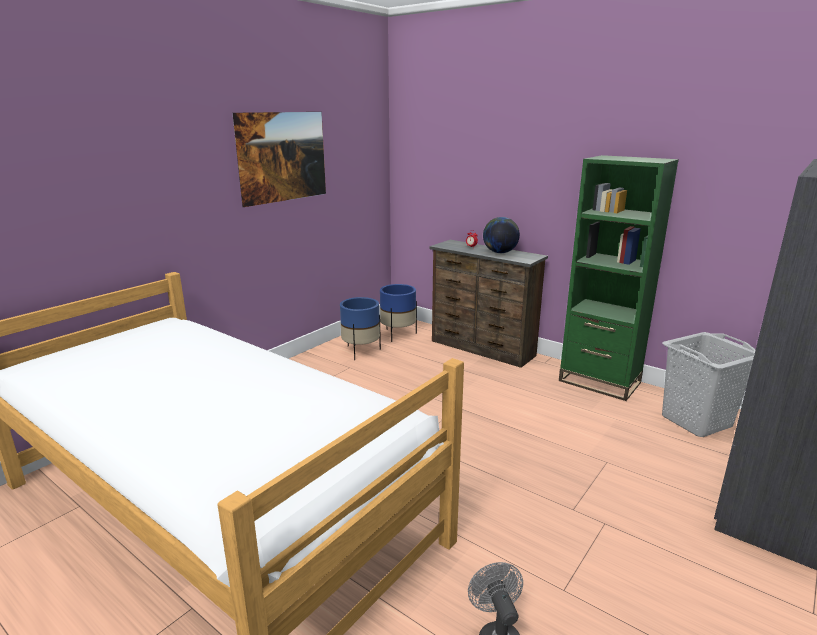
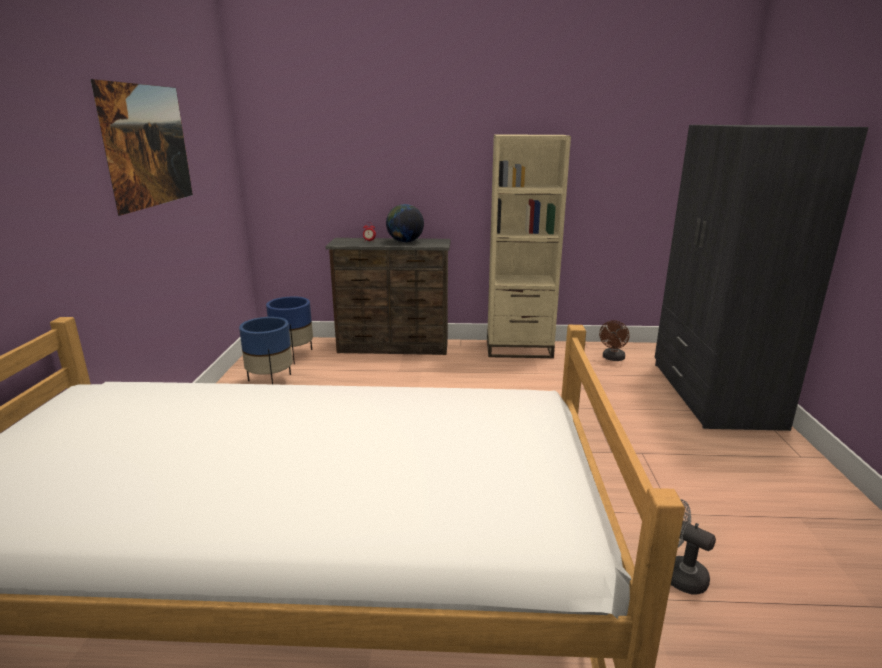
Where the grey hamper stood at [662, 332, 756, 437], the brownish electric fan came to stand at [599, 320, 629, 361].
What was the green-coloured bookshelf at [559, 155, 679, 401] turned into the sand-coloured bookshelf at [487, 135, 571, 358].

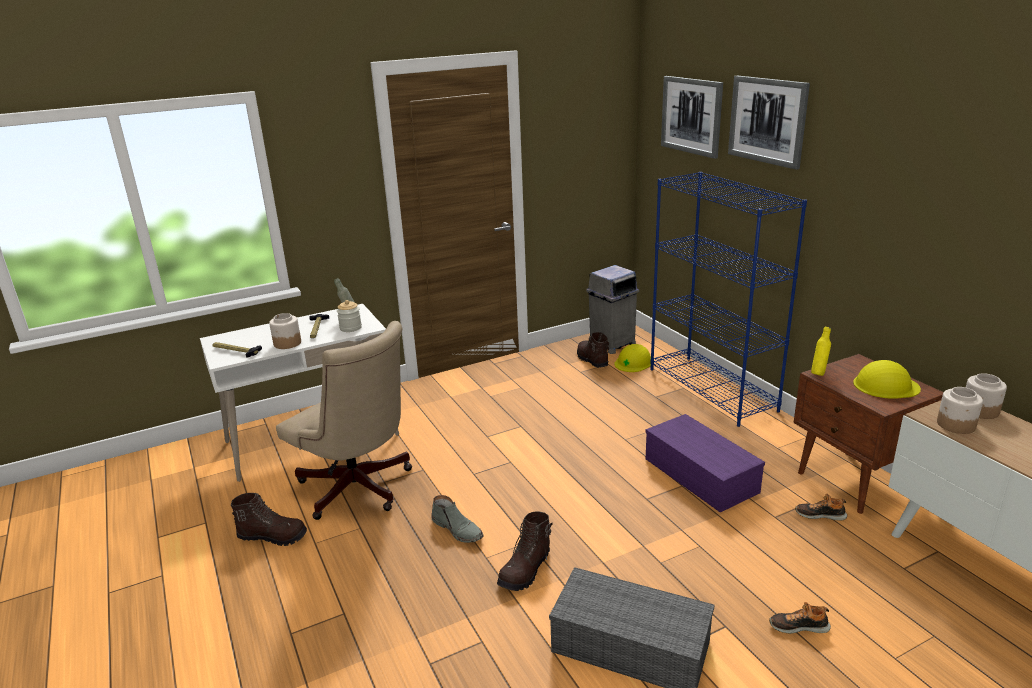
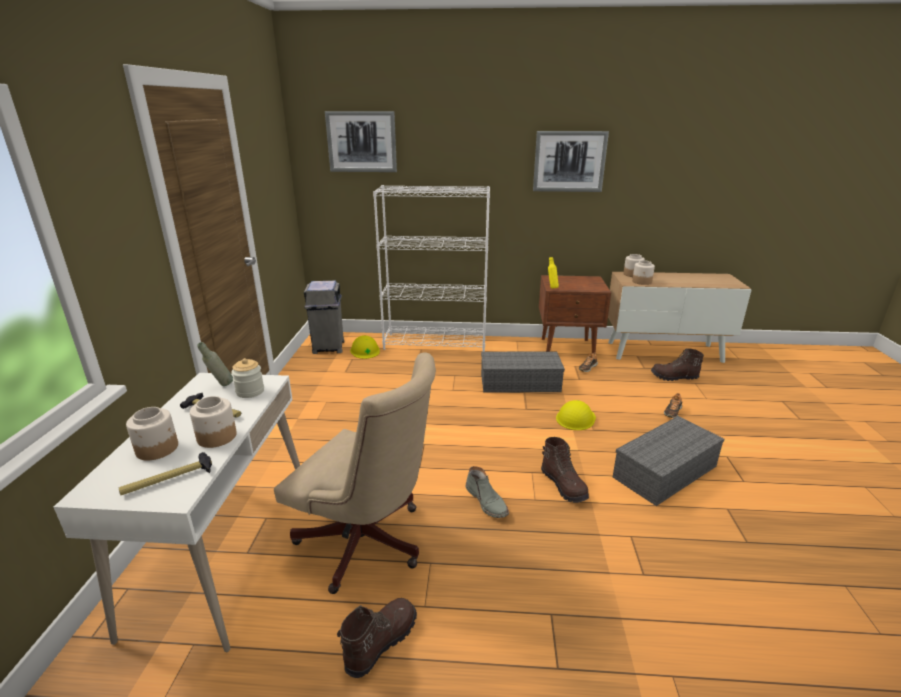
The second view gained the jar at [126, 407, 178, 460].
The brownish tall boot ended up elsewhere, having gone from [577, 332, 609, 368] to [651, 348, 704, 381].
The wall art ended up elsewhere, having gone from [728, 76, 810, 170] to [533, 131, 609, 192].
The yellowish safety helmet ended up elsewhere, having gone from [853, 360, 921, 399] to [556, 400, 596, 430].
What was the purple storage container at [645, 414, 765, 512] turned into the grey storage container at [481, 352, 565, 392].
What was the bluish bookshelf at [650, 172, 807, 427] turned into the white-coloured bookshelf at [373, 185, 490, 352].
The sand-coloured office chair at [276, 321, 412, 520] ended up facing another way, 45 degrees clockwise from before.
The grey tall boot at [432, 495, 484, 543] ended up facing another way, 75 degrees clockwise from before.

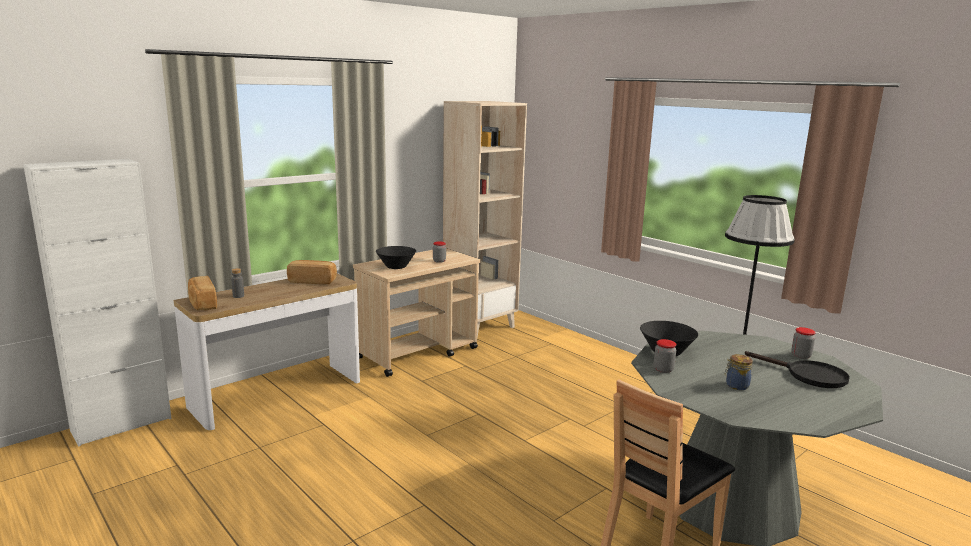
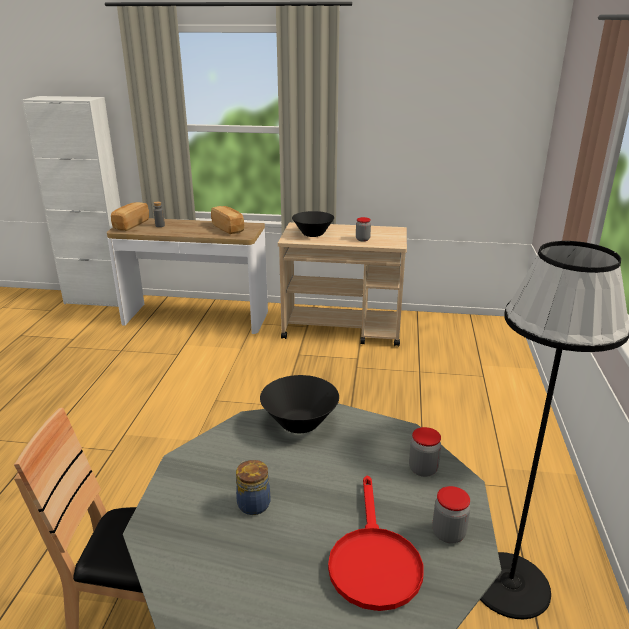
The second view lost the sand-coloured bookshelf at [443, 101, 527, 337].
The jar ended up elsewhere, having gone from [654, 339, 676, 373] to [409, 427, 441, 477].
What was the black pan at [745, 351, 850, 388] turned into the reddish pan at [328, 475, 423, 611].

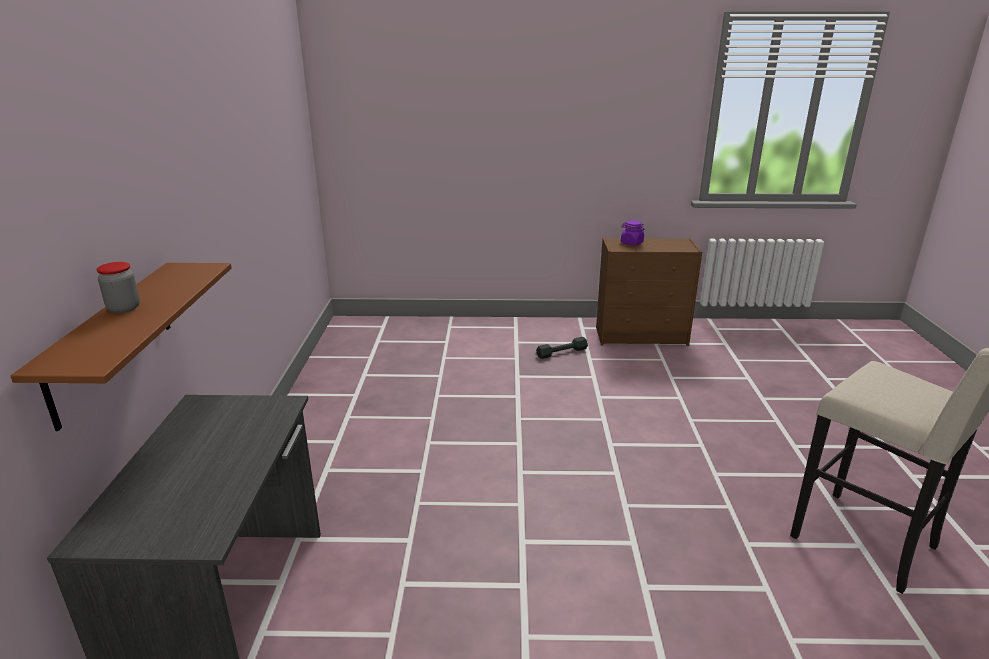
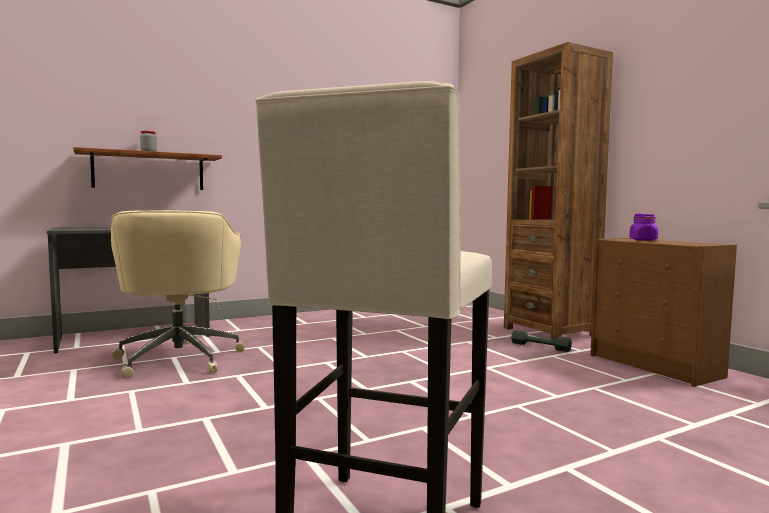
The second view gained the sand-coloured office chair at [110, 210, 245, 378].
The second view gained the brownish bookshelf at [504, 42, 613, 340].

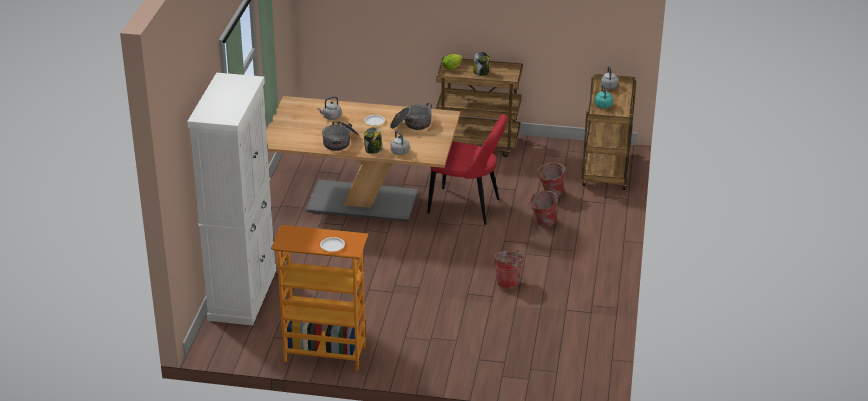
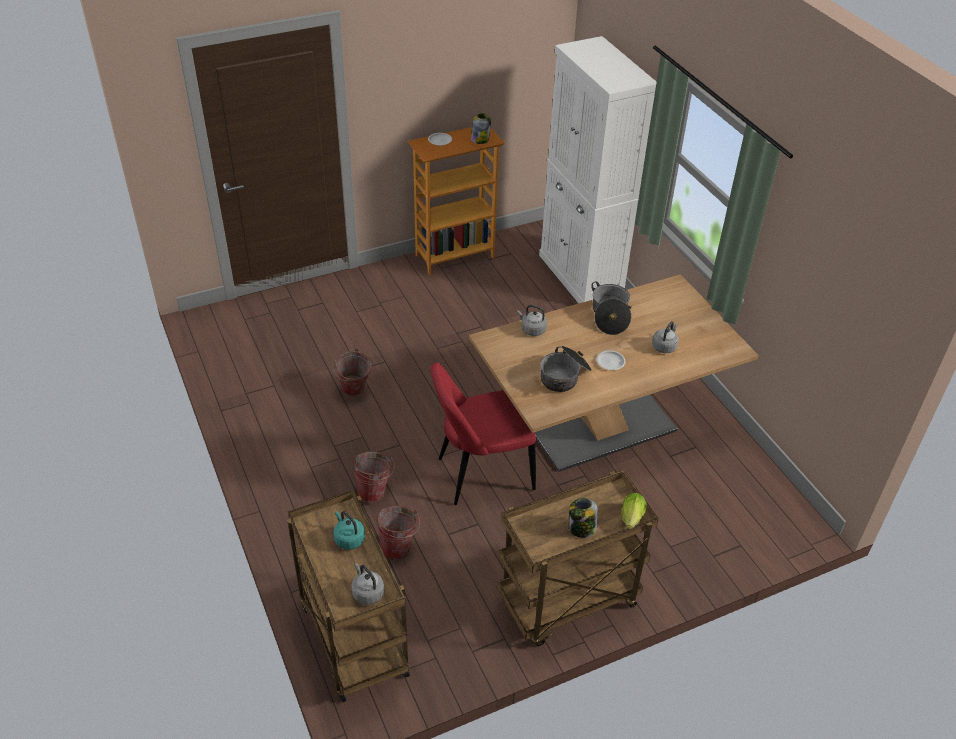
The jar ended up elsewhere, having gone from [364, 128, 383, 154] to [471, 113, 491, 144].

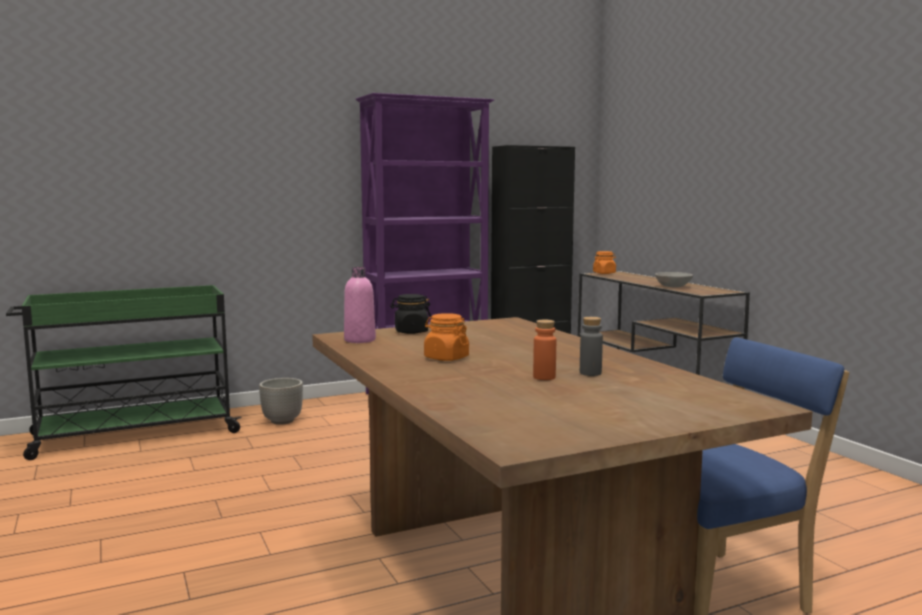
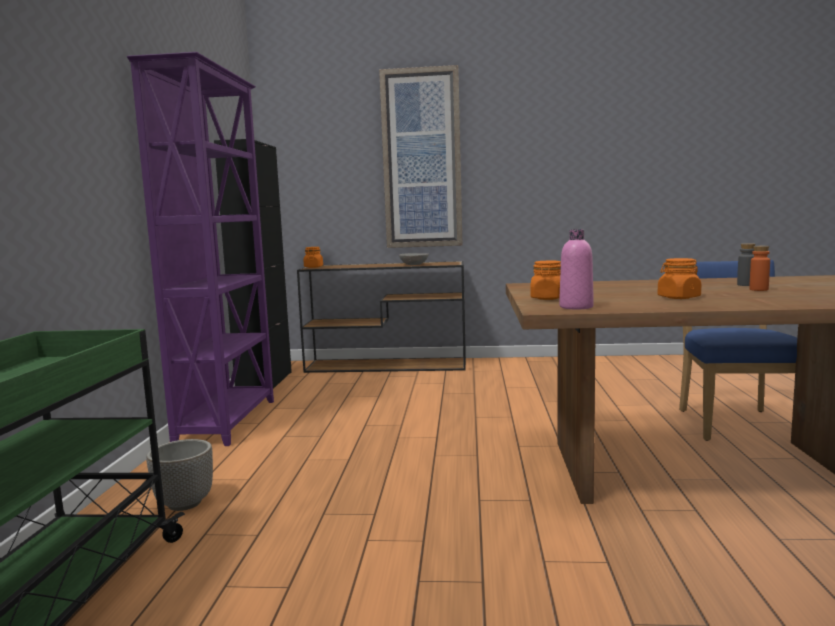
The second view gained the wall art at [379, 65, 463, 248].
What was the black jar at [390, 294, 431, 334] turned into the orange-coloured jar at [530, 261, 561, 300].

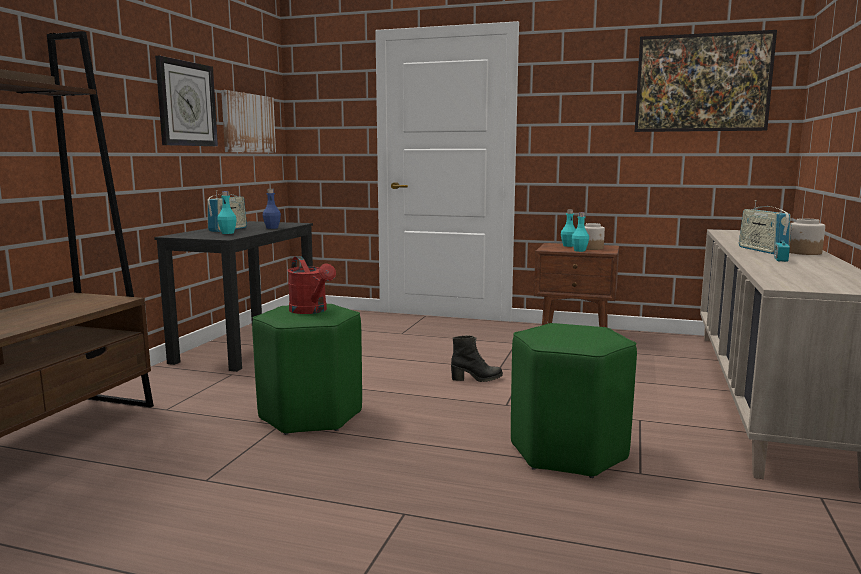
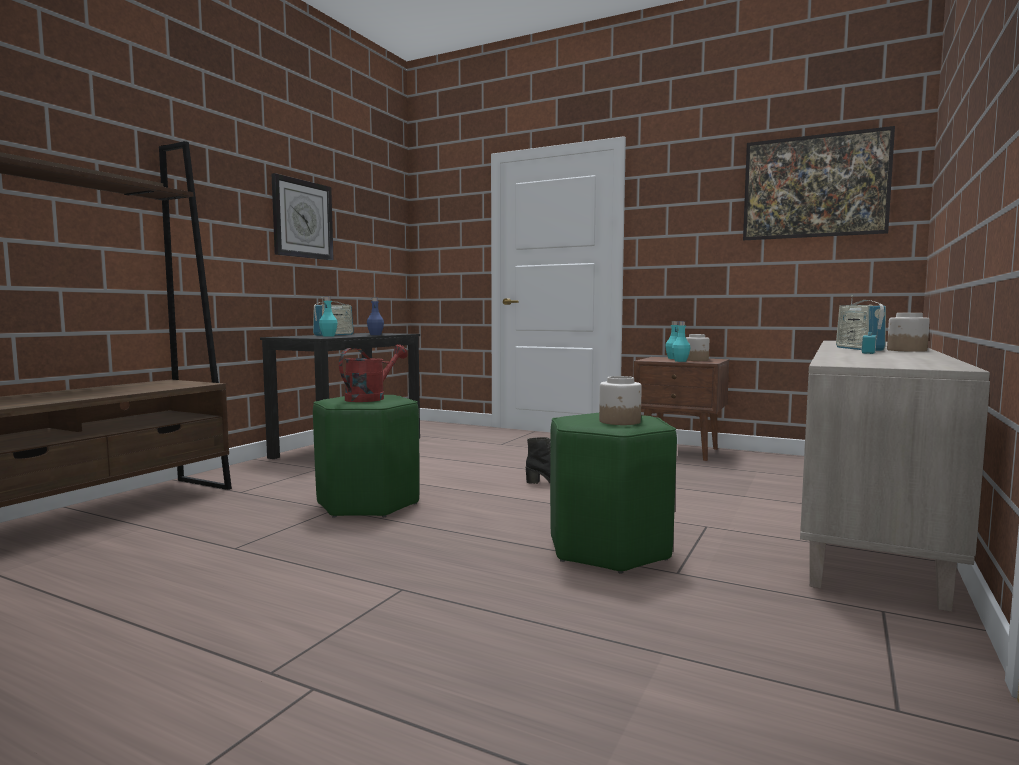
The second view lost the wall art at [221, 90, 276, 153].
The second view gained the jar at [599, 376, 642, 425].
The reddish watering pot at [288, 256, 336, 314] ended up facing another way, 120 degrees counterclockwise from before.

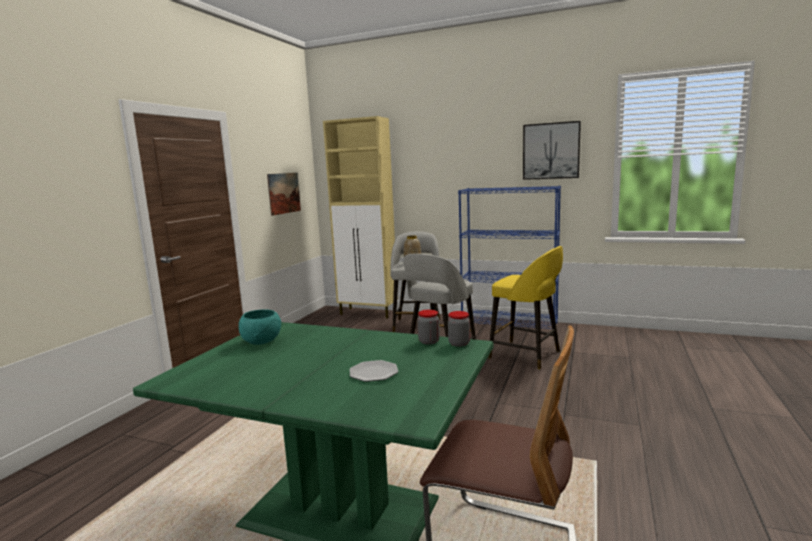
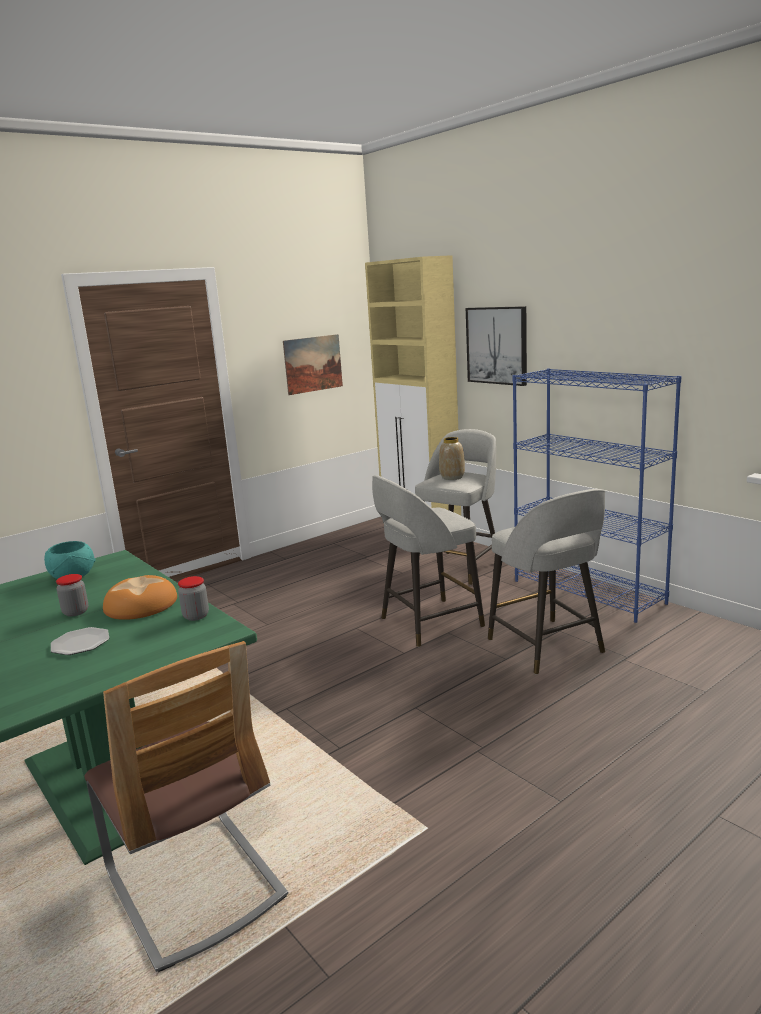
The second view gained the baked bread at [103, 575, 177, 620].
The jar ended up elsewhere, having gone from [448, 311, 470, 347] to [56, 574, 88, 617].
The wall art ended up elsewhere, having gone from [523, 121, 581, 180] to [466, 306, 527, 386].
What was the yellowish stool seat at [488, 246, 563, 369] turned into the grey stool seat at [488, 489, 605, 674].

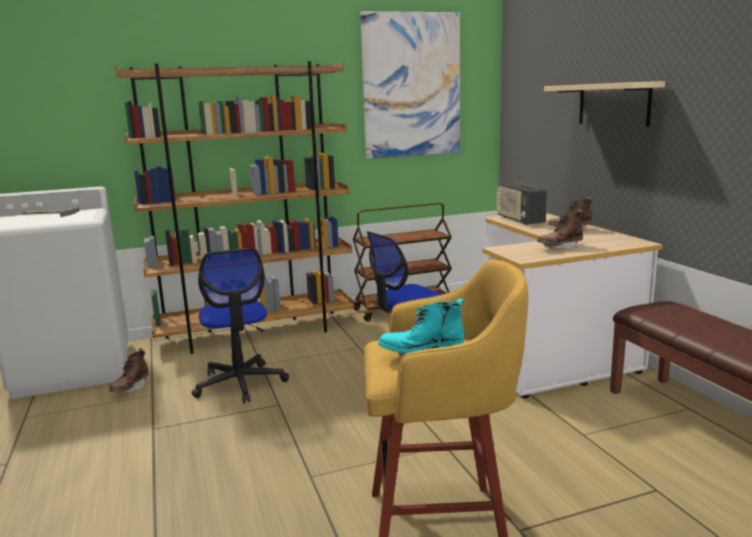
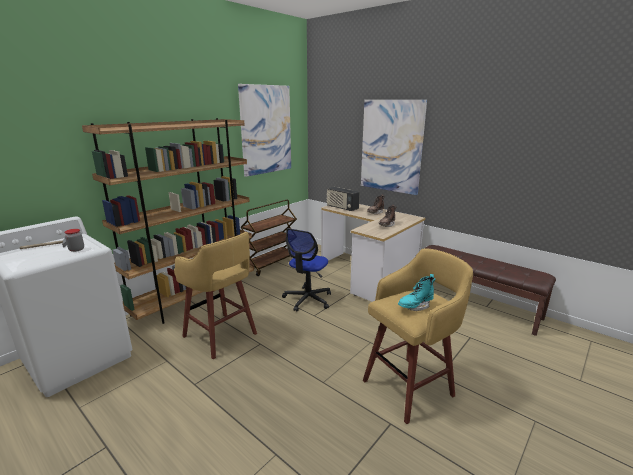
The second view lost the brownish tall boot at [109, 348, 149, 393].
The second view gained the jar at [64, 229, 84, 252].
Where the office chair stood at [192, 248, 289, 403], the yellowish stool seat came to stand at [174, 232, 257, 359].
Where the sand-coloured bracket shelf hung at [544, 81, 665, 127], the wall art came to hang at [361, 100, 427, 195].

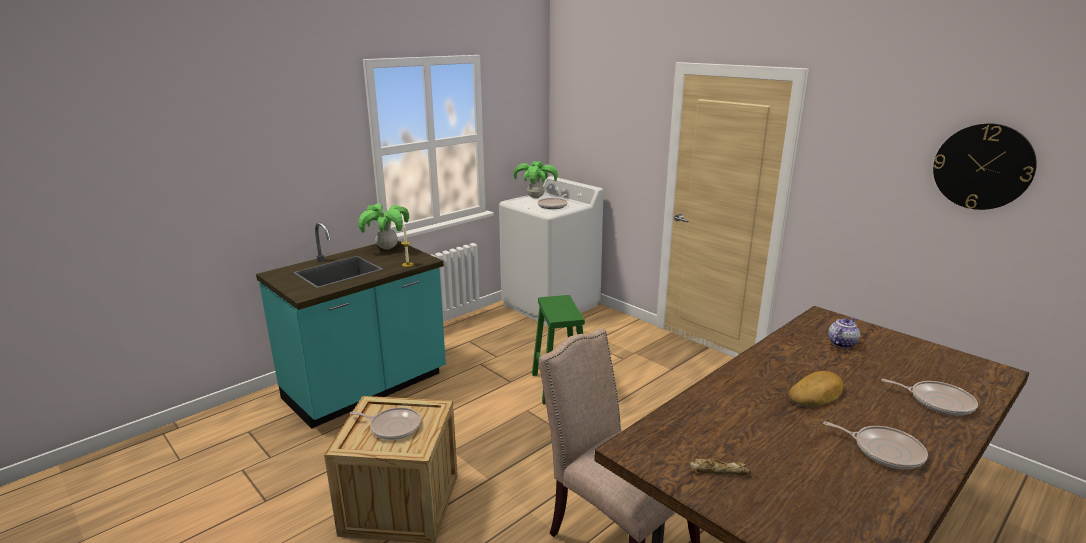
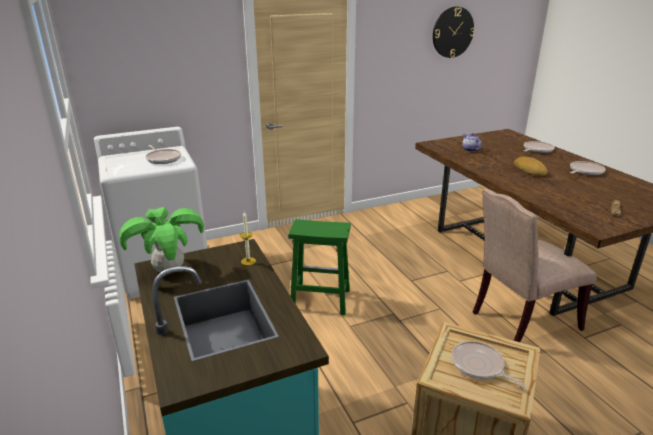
The second view lost the houseplant at [514, 161, 558, 199].
The pan at [350, 407, 421, 440] ended up facing another way, 75 degrees counterclockwise from before.

